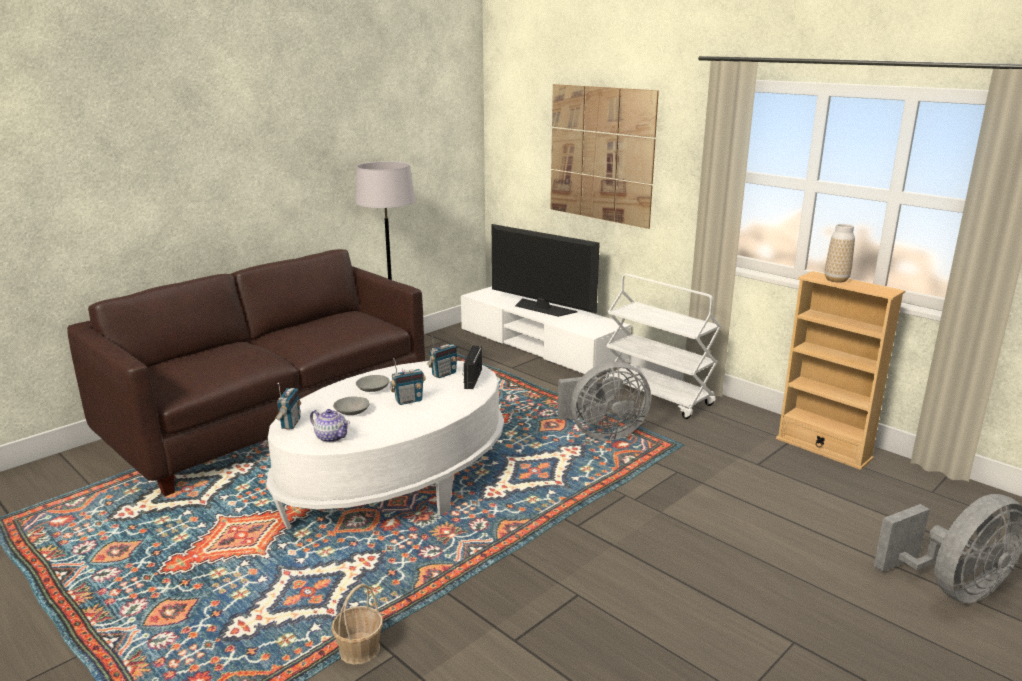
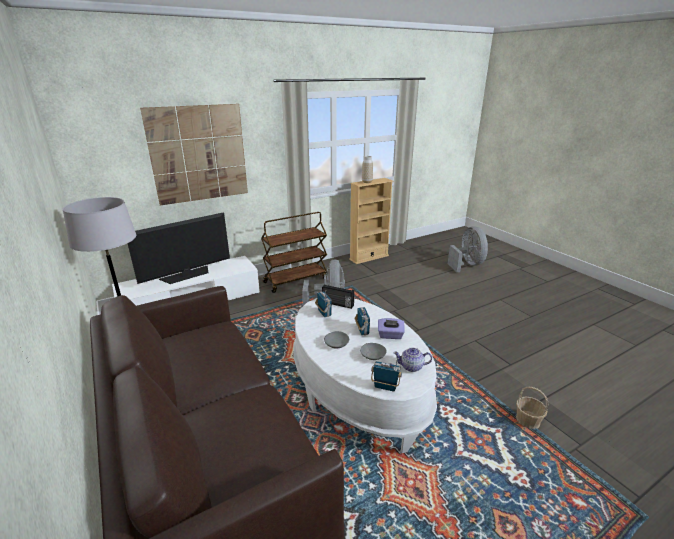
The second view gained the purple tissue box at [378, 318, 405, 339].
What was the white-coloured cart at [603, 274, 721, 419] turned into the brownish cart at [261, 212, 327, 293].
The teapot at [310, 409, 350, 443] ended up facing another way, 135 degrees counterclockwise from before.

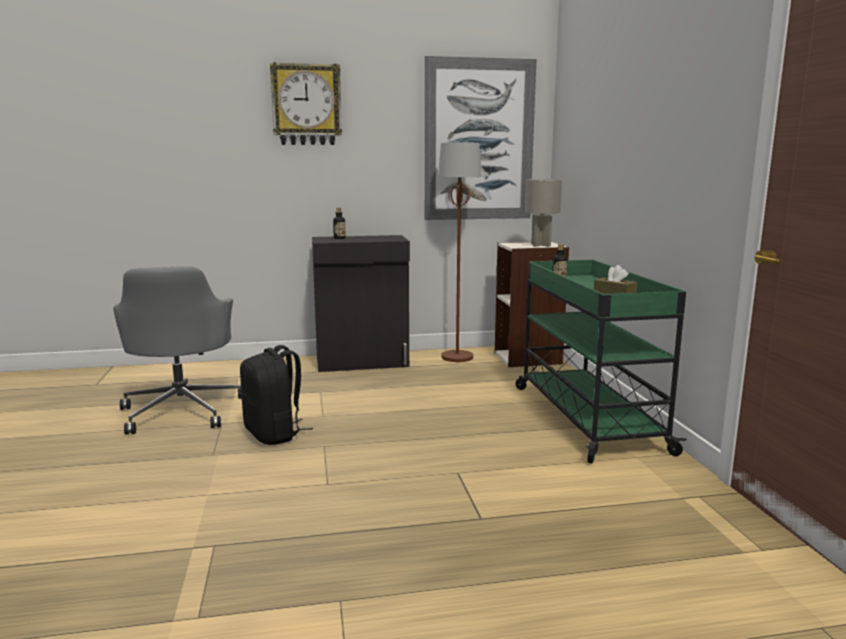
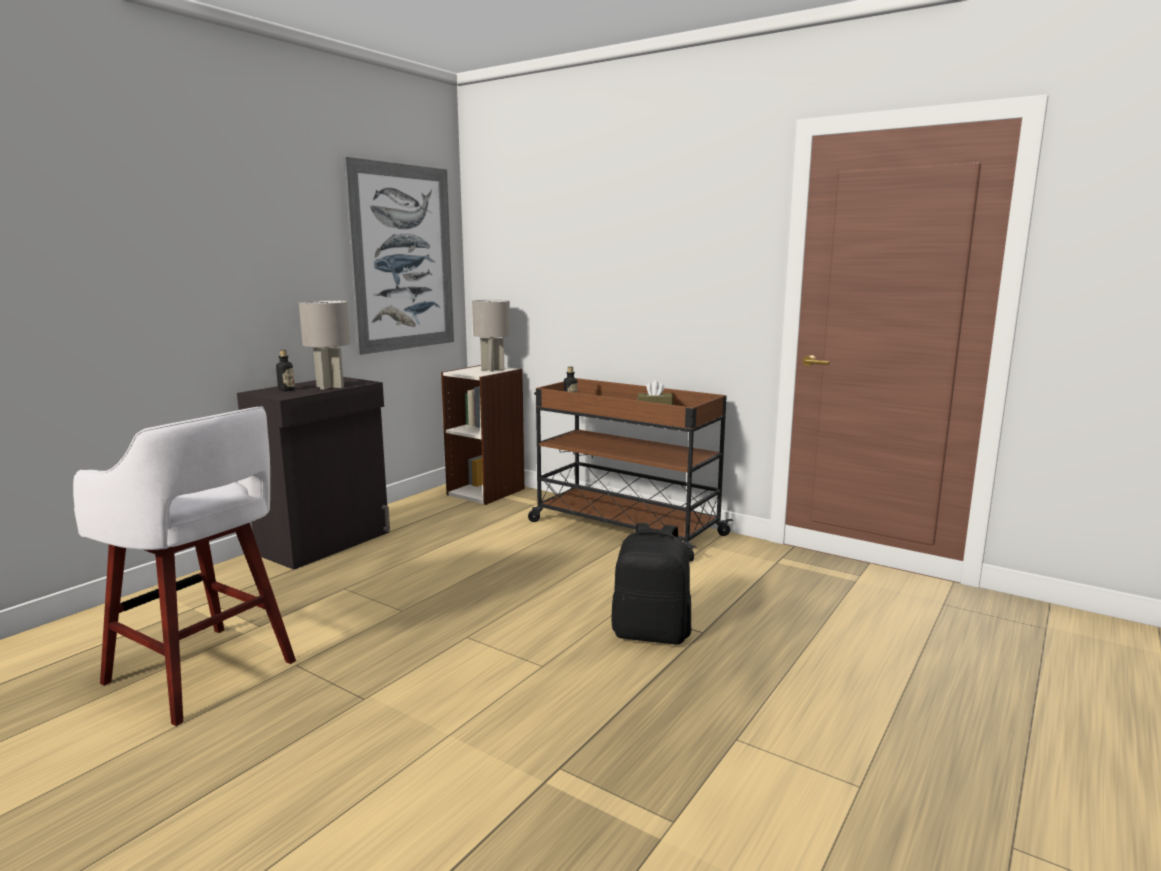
The second view lost the hanging clock at [270, 62, 342, 145].
The second view lost the brownish floor lamp at [438, 143, 482, 362].
The second view gained the grey lamp for a table at [299, 300, 350, 390].
The black backpack ended up elsewhere, having gone from [240, 345, 313, 445] to [611, 523, 692, 644].
Where the grey office chair stood at [113, 266, 242, 435], the white-coloured stool seat came to stand at [73, 406, 296, 726].
What was the green-coloured cart at [516, 260, 687, 464] turned into the brownish cart at [528, 378, 733, 562].

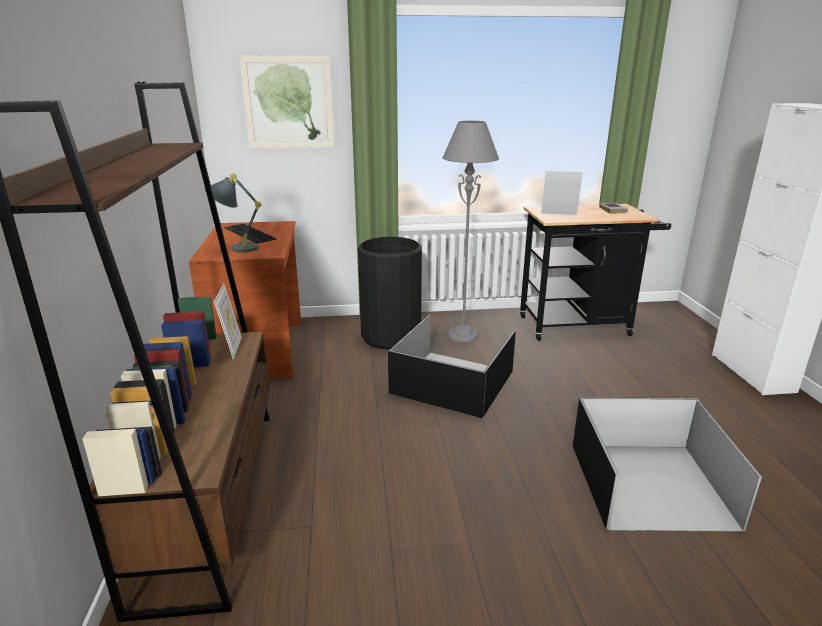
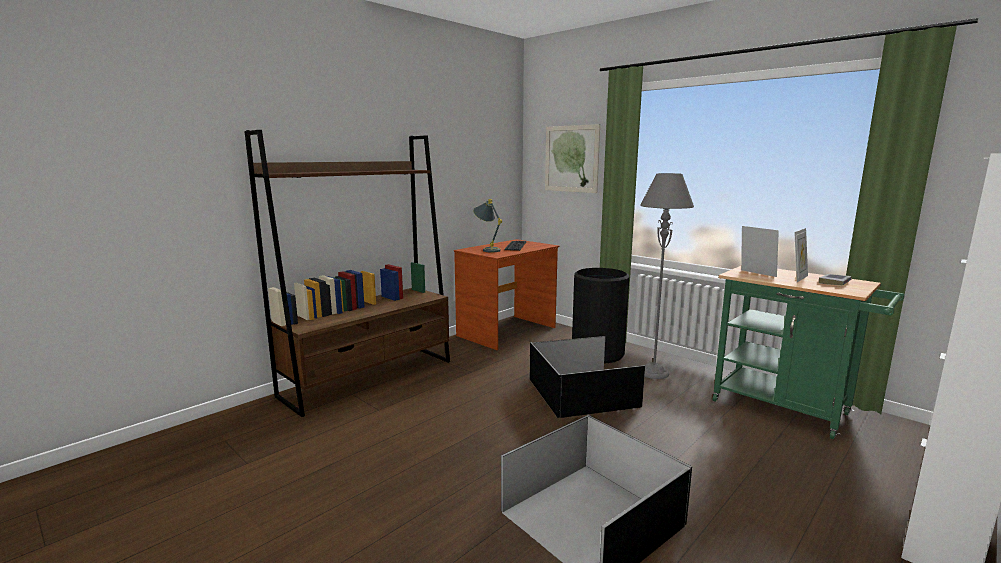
The picture frame ended up elsewhere, having gone from [214, 283, 242, 359] to [794, 228, 808, 282].
What was the black cart at [520, 204, 671, 341] turned into the green-coloured cart at [713, 266, 904, 439].

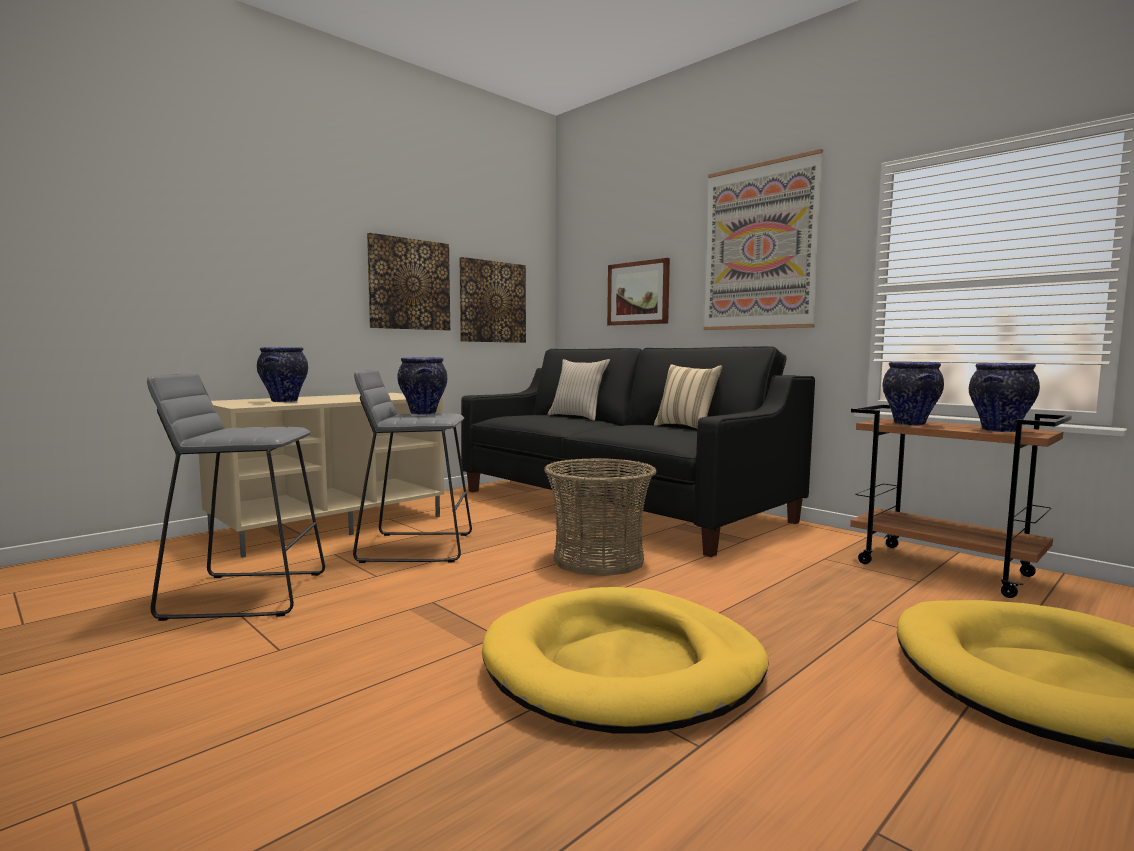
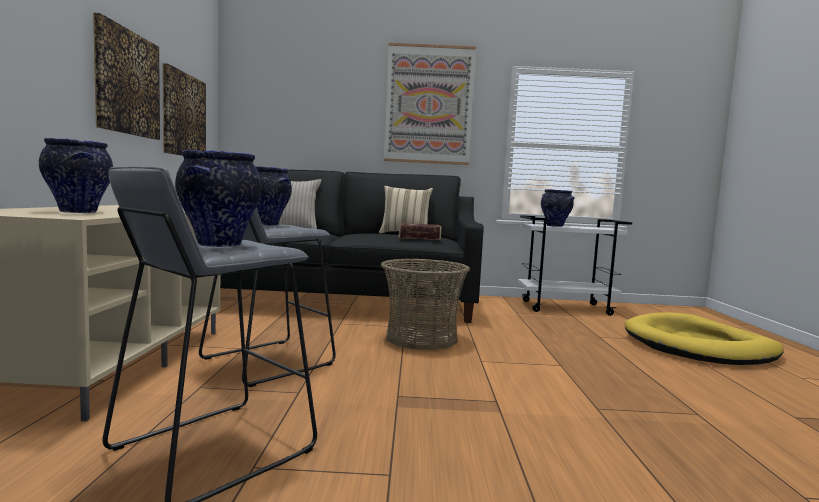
The second view lost the yellowish dog cushion at [482, 587, 769, 734].
The second view lost the wall art at [607, 258, 670, 326].
The second view gained the volume at [398, 223, 441, 240].
The vase ended up elsewhere, having gone from [969, 363, 1040, 432] to [175, 150, 261, 247].
What was the brownish cart at [850, 404, 1072, 598] turned into the white-coloured cart at [518, 215, 632, 316].

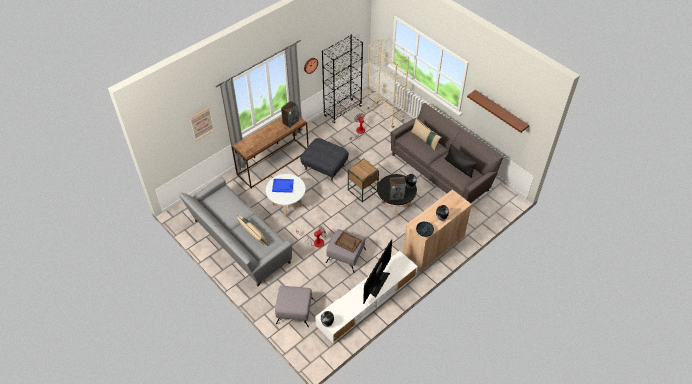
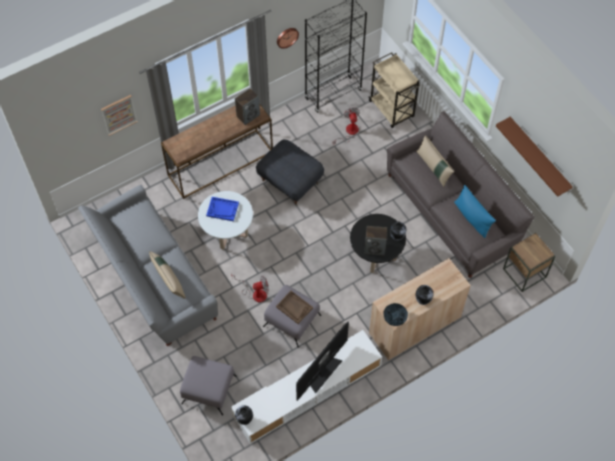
The brownish end table ended up elsewhere, having gone from [348, 158, 379, 202] to [503, 233, 556, 292].
Where the sand-coloured bookshelf stood at [366, 38, 409, 128], the sand-coloured cart came to stand at [369, 52, 420, 128].
What was the black cushion at [445, 144, 478, 178] turned into the bluish cushion at [454, 185, 496, 238].

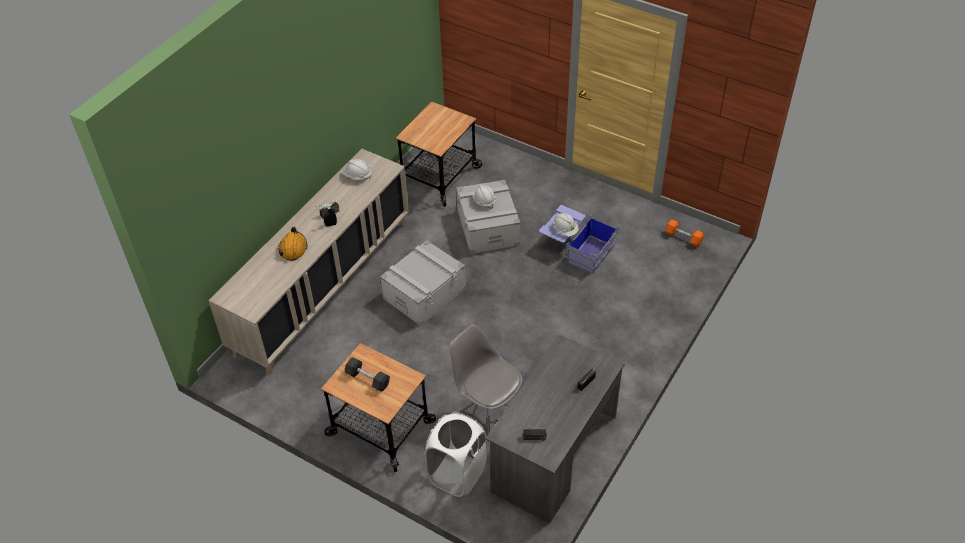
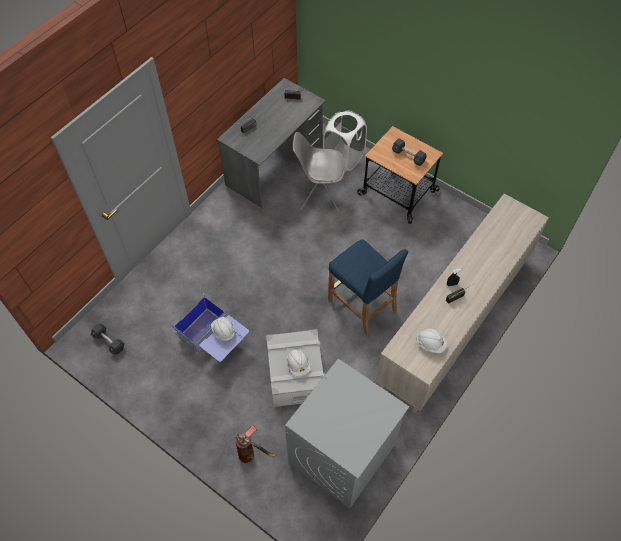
The second view lost the orange-coloured safety helmet at [278, 227, 307, 261].
The second view gained the fire-fighting cylinder at [235, 425, 275, 463].
Where the grey storage container stood at [380, 240, 466, 326], the bluish stool seat came to stand at [328, 239, 408, 335].
Where the cart stood at [396, 102, 482, 207], the grey washing machine came to stand at [285, 359, 409, 509].
What was the orange-coloured dumbbell at [665, 219, 704, 247] turned into the grey dumbbell at [91, 324, 125, 354].
The grey plain chair at [449, 325, 522, 446] ended up facing another way, 135 degrees clockwise from before.

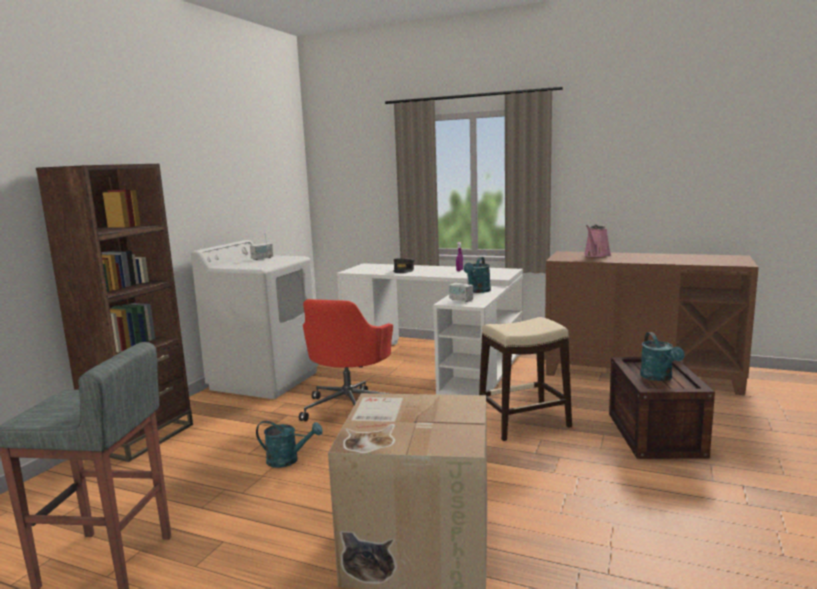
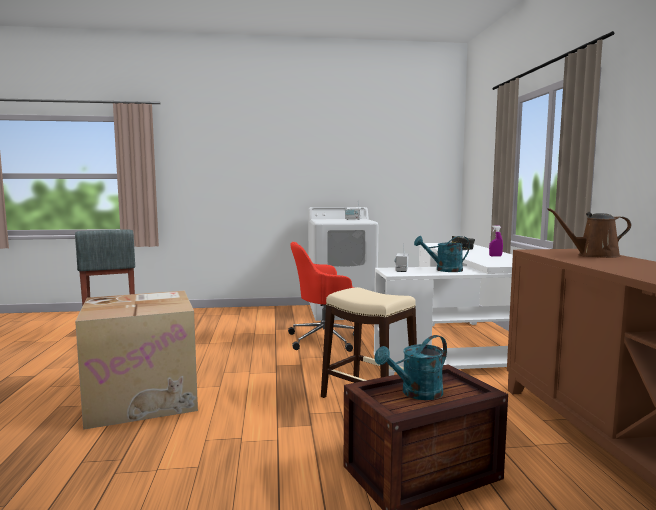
The second view lost the brownish bookshelf at [36, 164, 193, 462].
The second view lost the turquoise-coloured watering pot at [256, 421, 323, 468].
What was the pink watering pot at [584, 225, 611, 257] turned into the brownish watering pot at [547, 208, 631, 258].

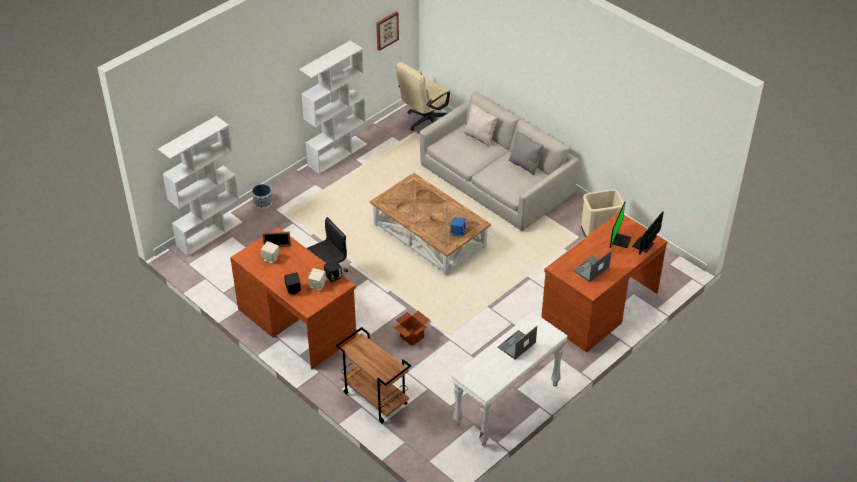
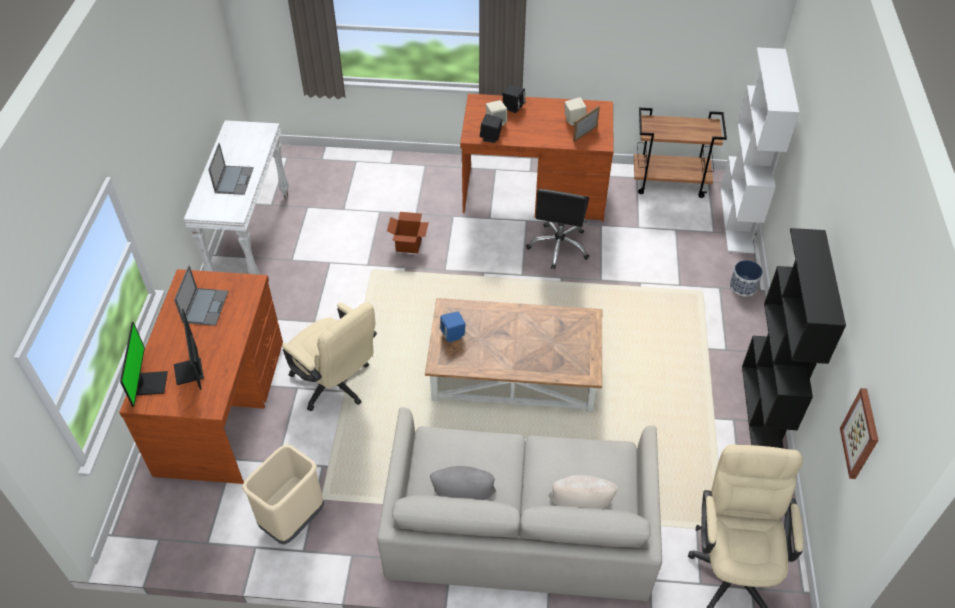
The second view gained the sand-coloured office chair at [282, 302, 377, 411].
The brownish cart ended up elsewhere, having gone from [336, 327, 411, 423] to [634, 108, 727, 198].
What was the white-coloured bookshelf at [299, 41, 367, 174] turned into the black bookshelf at [742, 228, 846, 449].

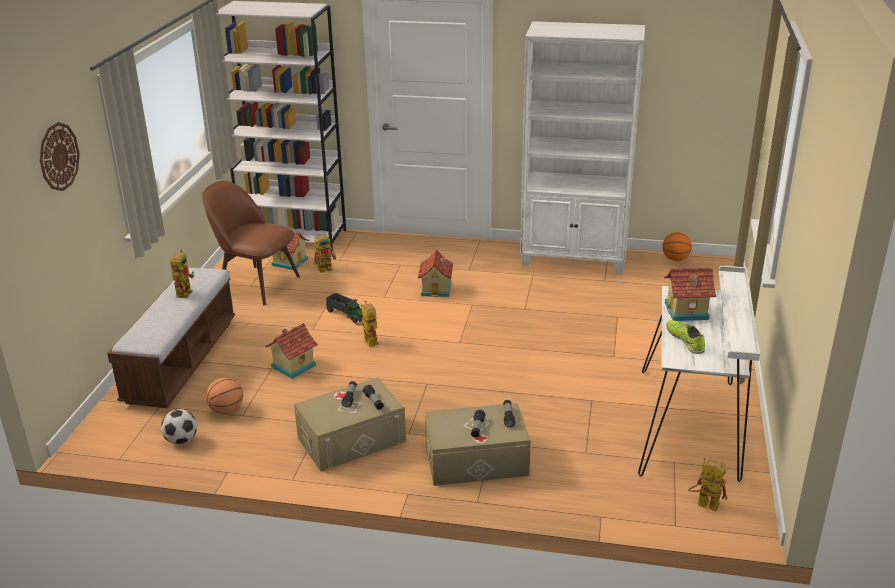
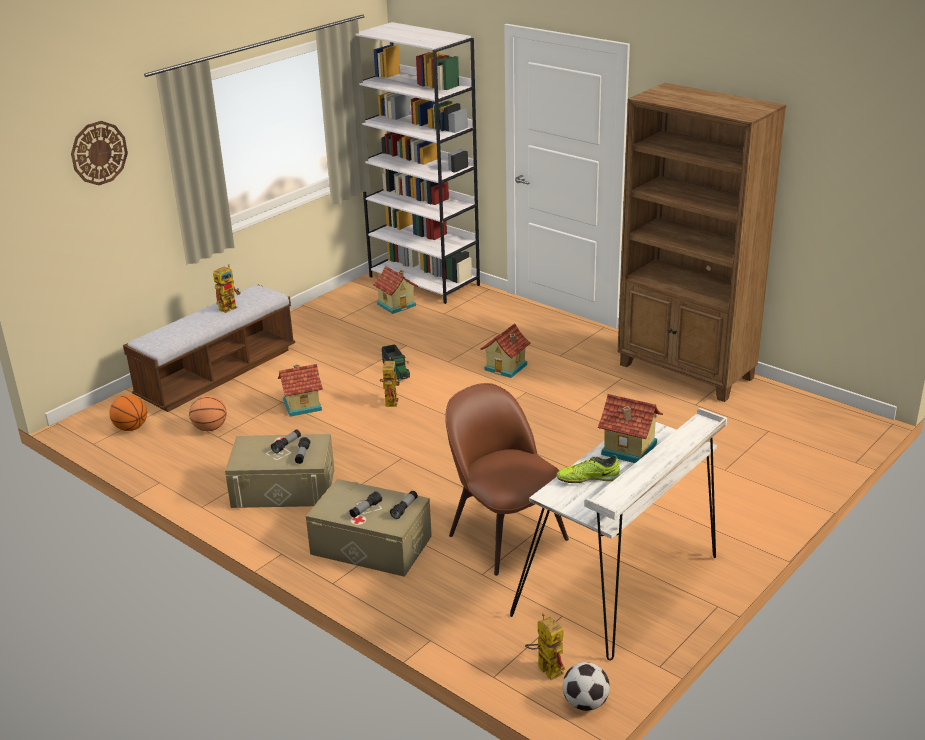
The second view lost the toy robot at [314, 233, 336, 273].
The football ball ended up elsewhere, having gone from [161, 409, 197, 444] to [563, 662, 610, 711].
The brownish plain chair ended up elsewhere, having gone from [202, 181, 300, 305] to [445, 383, 569, 576].
The basketball ball ended up elsewhere, having gone from [662, 232, 692, 261] to [109, 395, 147, 431].
What was the white-coloured bookshelf at [520, 21, 645, 273] turned into the brownish bookshelf at [618, 83, 786, 402].
The shoe at [666, 320, 705, 354] ended up facing another way, 105 degrees counterclockwise from before.

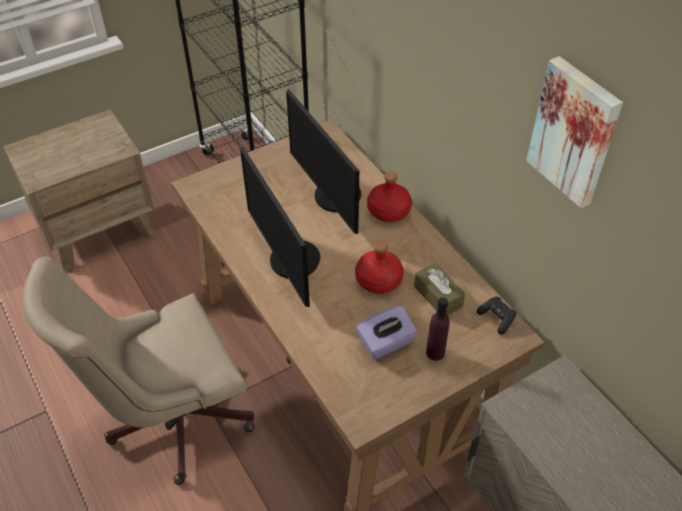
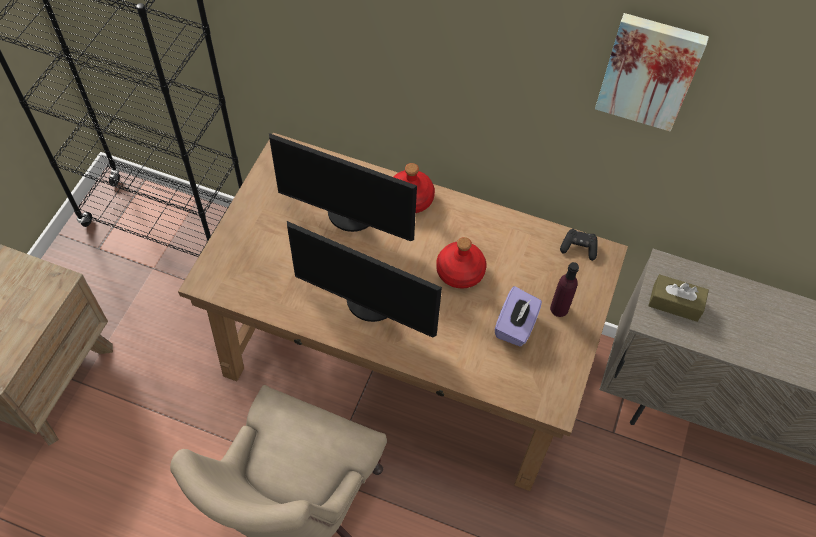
The brownish tissue box ended up elsewhere, having gone from [414, 263, 465, 315] to [648, 274, 709, 322].

